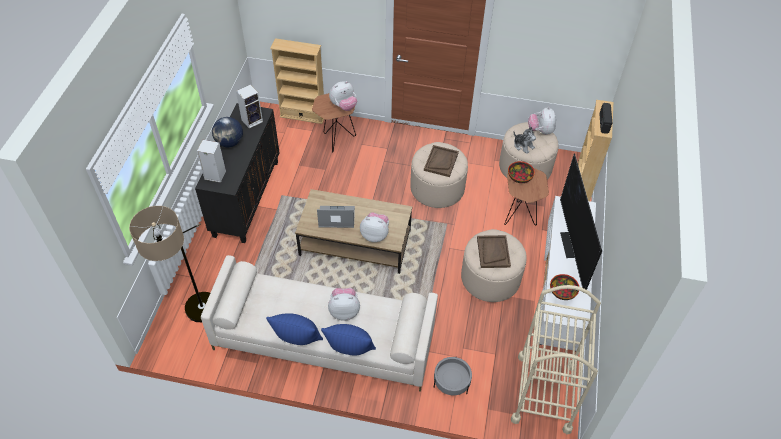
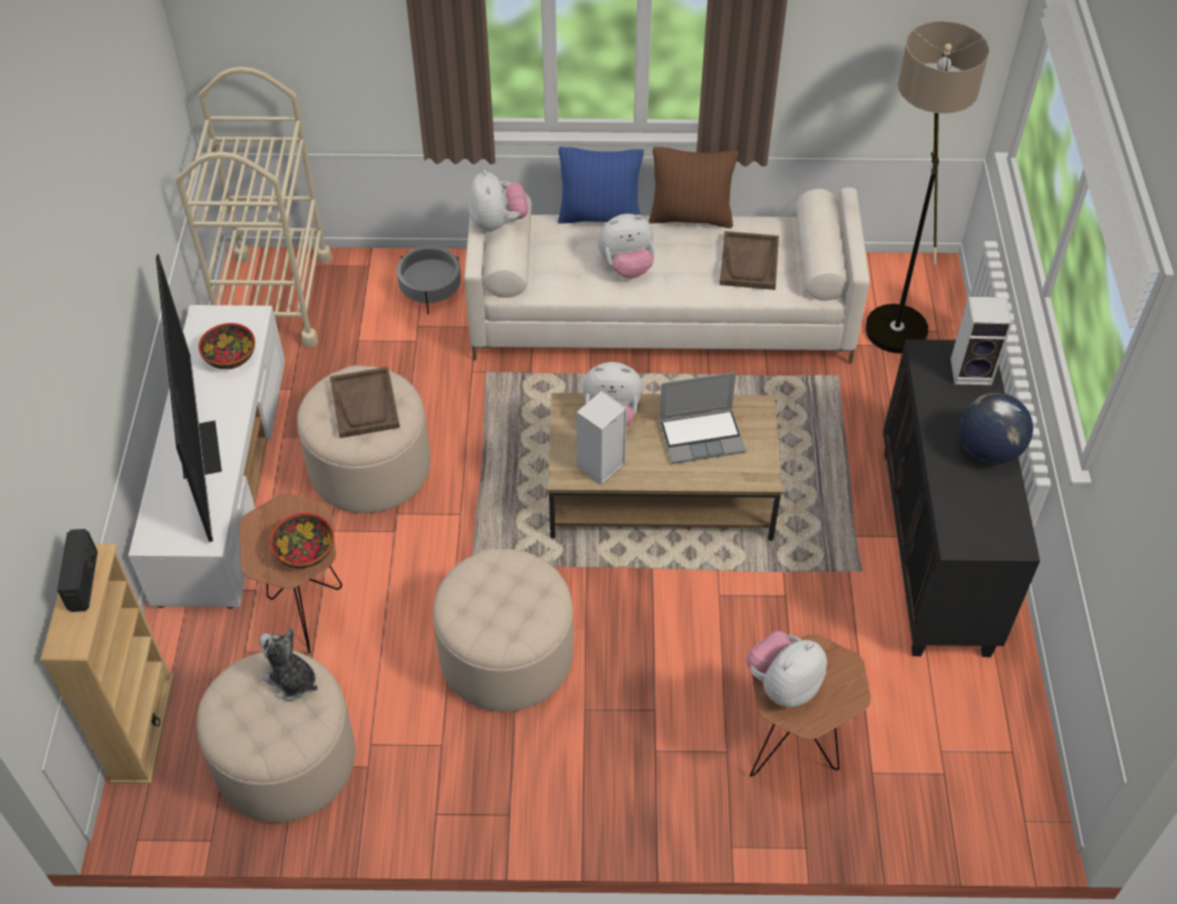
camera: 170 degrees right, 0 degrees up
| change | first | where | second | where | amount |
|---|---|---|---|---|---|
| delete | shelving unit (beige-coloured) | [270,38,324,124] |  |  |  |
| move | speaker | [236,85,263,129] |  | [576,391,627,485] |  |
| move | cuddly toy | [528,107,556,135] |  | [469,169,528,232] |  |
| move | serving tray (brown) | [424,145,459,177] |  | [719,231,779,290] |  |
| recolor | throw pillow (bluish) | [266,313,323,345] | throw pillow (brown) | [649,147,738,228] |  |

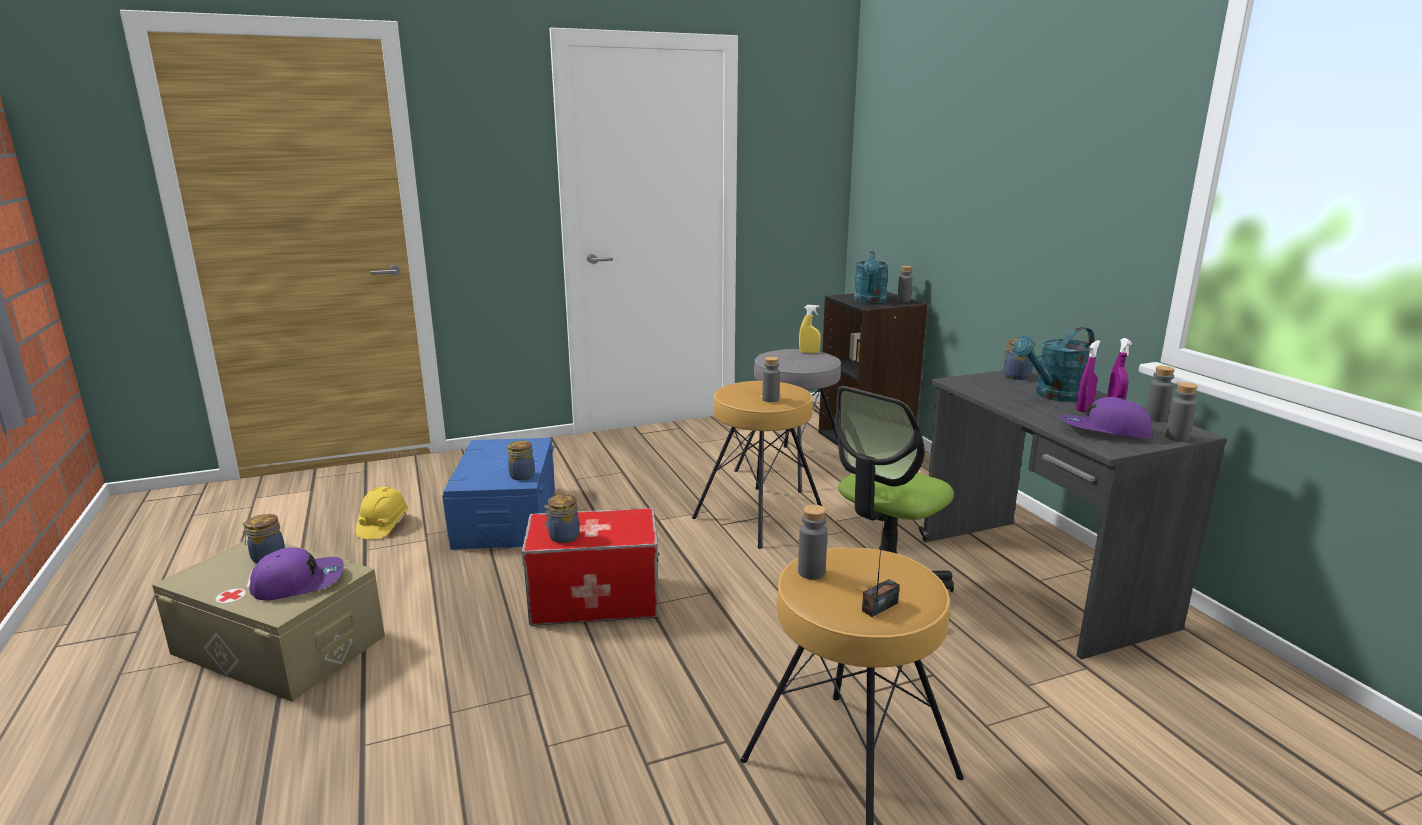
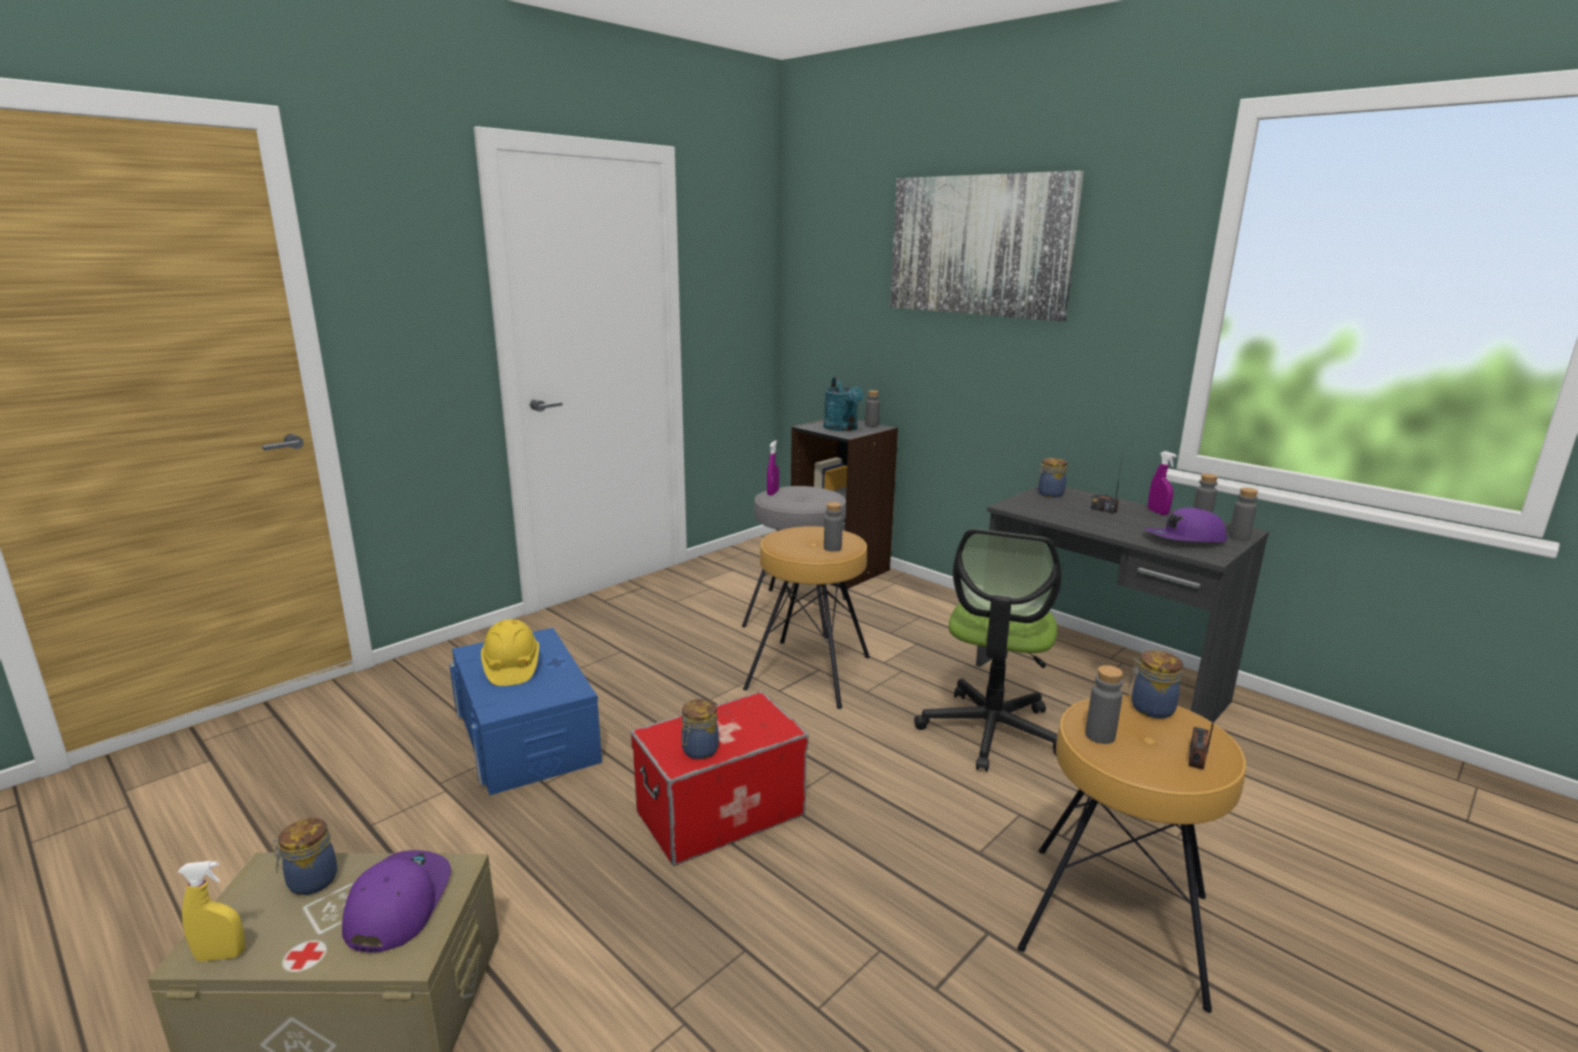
camera: 25 degrees left, 0 degrees up
| change | first | where | second | where | amount |
|---|---|---|---|---|---|
| move | spray bottle (yellow) | [799,305,821,354] |  | [178,861,245,962] |  |
| replace | watering pot (turquoise) | [1013,327,1095,402] | radio set | [1091,453,1123,514] |  |
| move | spray bottle (purplish) | [1076,340,1101,412] |  | [767,440,779,496] |  |
| move | storage jar | [508,441,535,480] |  | [1129,650,1183,719] |  |
| move | safety helmet (yellow) | [356,487,409,540] |  | [481,619,539,686] |  |
| rotate | cap (purplish) | [249,547,344,601] |  | [342,850,451,953] | 45 degrees counterclockwise |
| insert |  |  | wall art | [890,171,1084,322] |  |

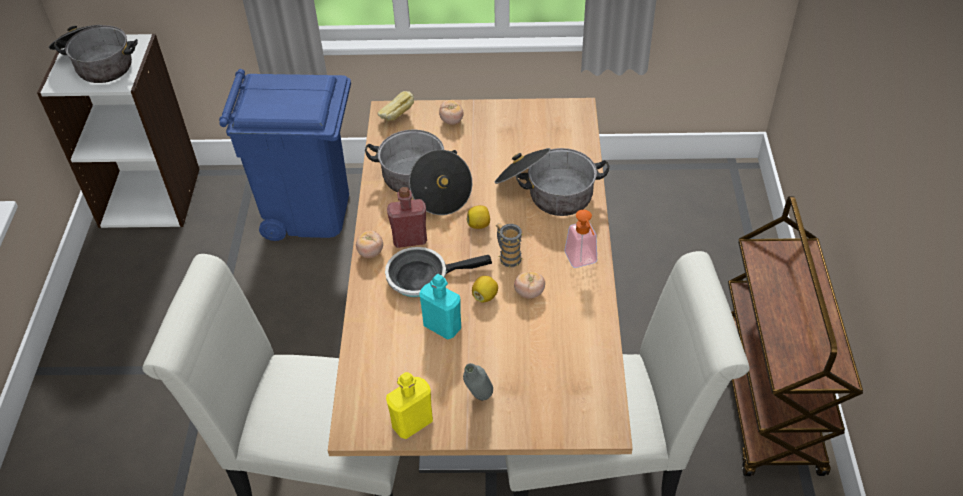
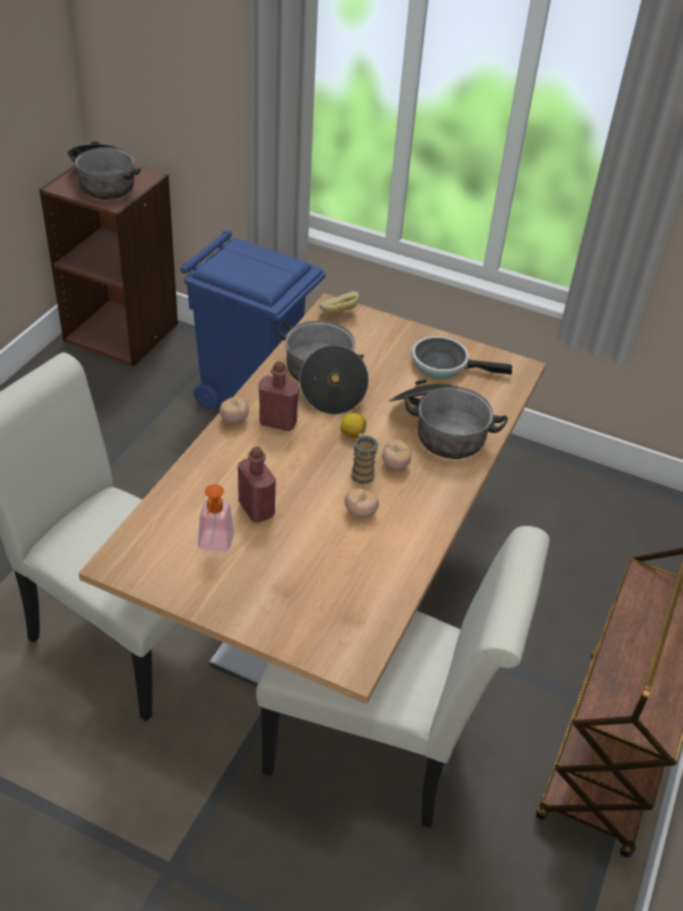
camera: 20 degrees right, 5 degrees down
| change | first | where | second | where | amount |
|---|---|---|---|---|---|
| recolor | shelving unit (whitish) | [37,34,200,228] | shelving unit (brown) | [39,165,178,366] |  |
| move | tomato | [439,100,464,125] |  | [382,440,411,471] |  |
| move | soap dispenser | [565,210,597,268] |  | [198,484,234,552] |  |
| move | skillet | [385,247,492,297] |  | [412,336,512,378] |  |
| recolor | bottle (turquoise) | [419,274,461,340] | bottle (reddish) | [238,446,276,523] |  |
| delete | whole lemon | [472,276,498,303] |  |  |  |
| delete | bottle (gray) | [463,363,493,400] |  |  |  |
| delete | bottle (yellow) | [386,372,433,439] |  |  |  |

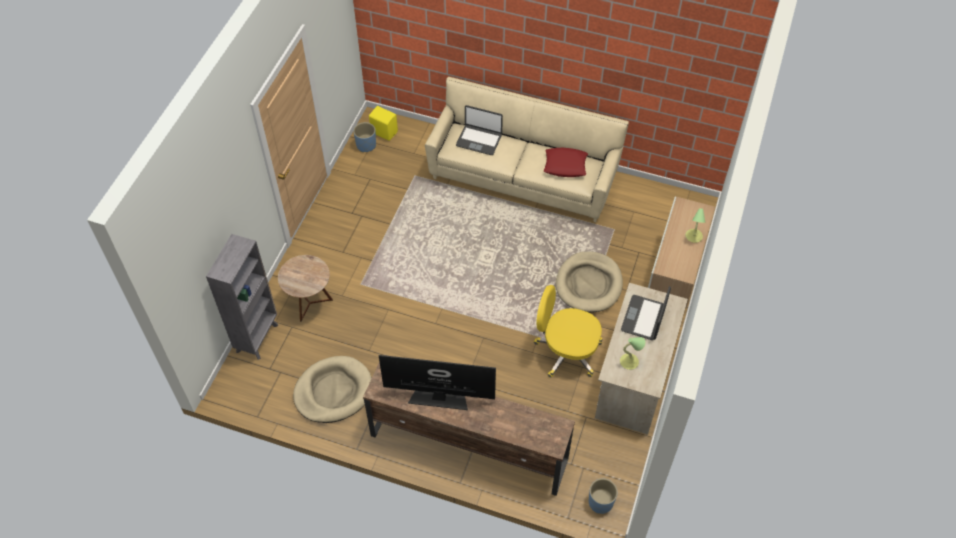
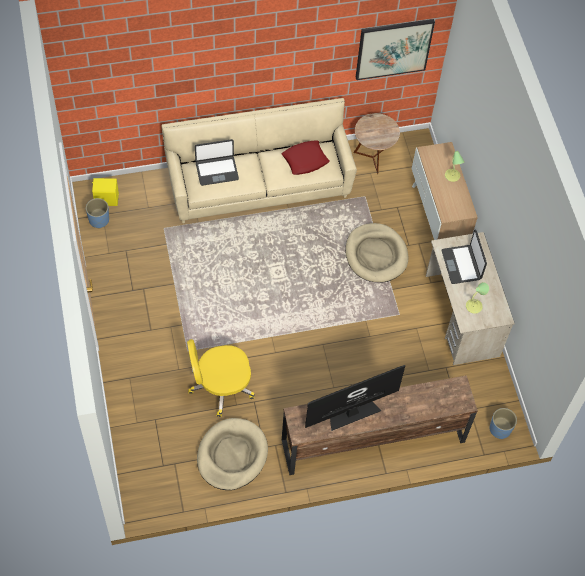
camera: 35 degrees left, 5 degrees up
| change | first | where | second | where | amount |
|---|---|---|---|---|---|
| delete | shelving unit (gray) | [206,234,278,360] |  |  |  |
| move | side table (brown) | [278,255,333,322] |  | [353,113,400,174] |  |
| move | computer chair (yellow) | [534,285,602,378] |  | [187,339,255,417] |  |
| insert |  |  | wall art | [356,19,435,80] |  |

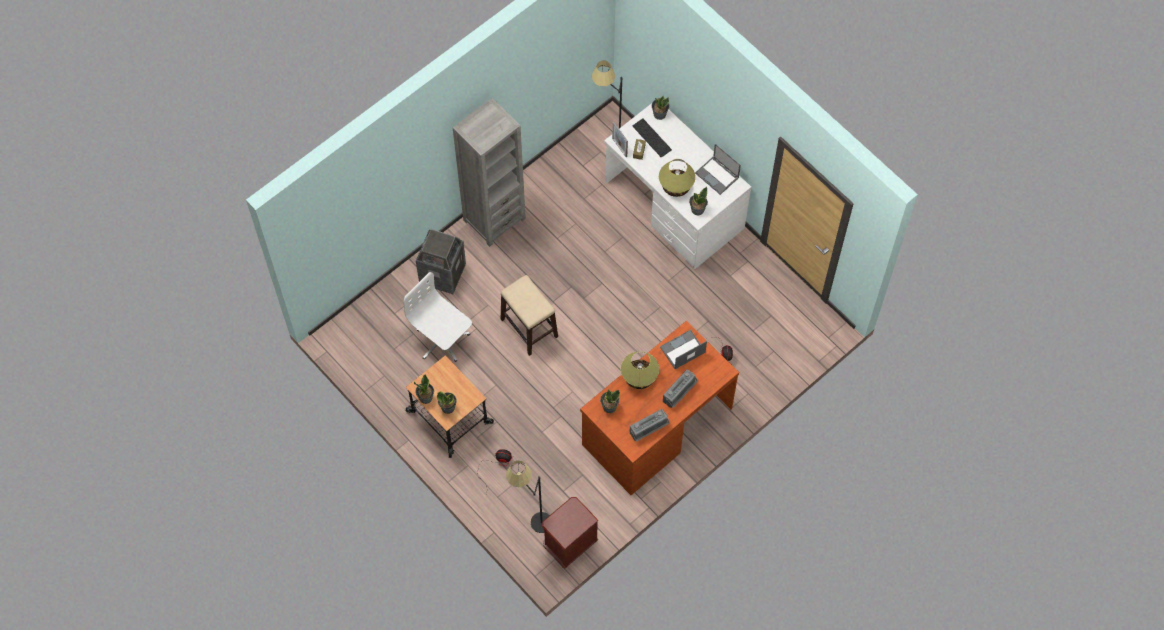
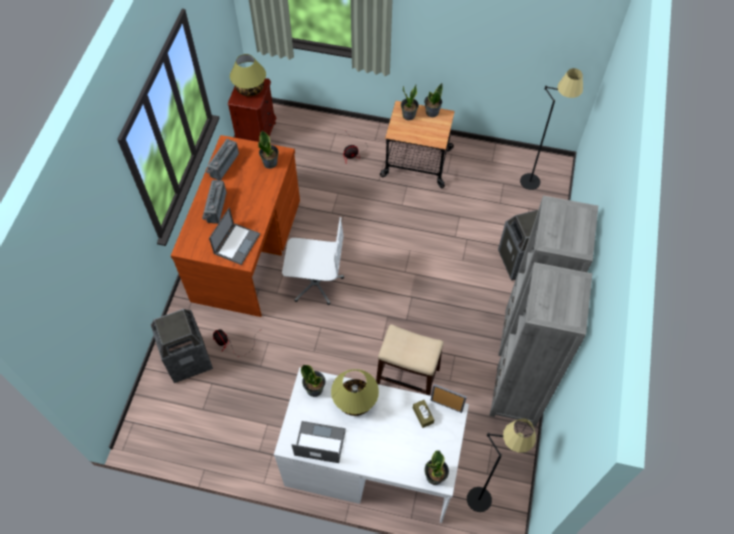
camera: 145 degrees right, 5 degrees down
| change | first | where | second | where | amount |
|---|---|---|---|---|---|
| delete | computer keyboard | [632,118,672,158] |  |  |  |
| move | computer chair (whitish) | [404,272,472,362] |  | [282,217,344,305] |  |
| move | sitting stool | [501,275,558,356] |  | [376,324,444,395] |  |
| move | tabletop lamp | [621,351,659,389] |  | [230,54,266,96] |  |
| move | floor lamp (black-coloured) | [506,461,550,533] |  | [520,68,583,190] |  |
| insert |  |  | shelving unit (gray) | [489,262,592,426] |  |
| insert |  |  | rubbish bin | [150,309,213,383] |  |

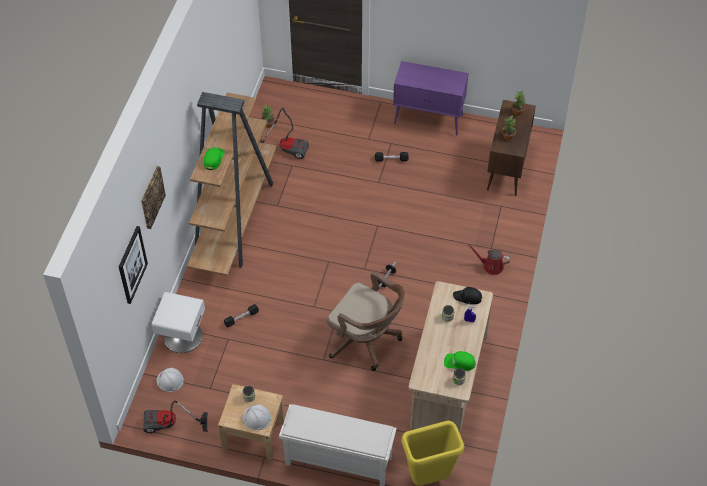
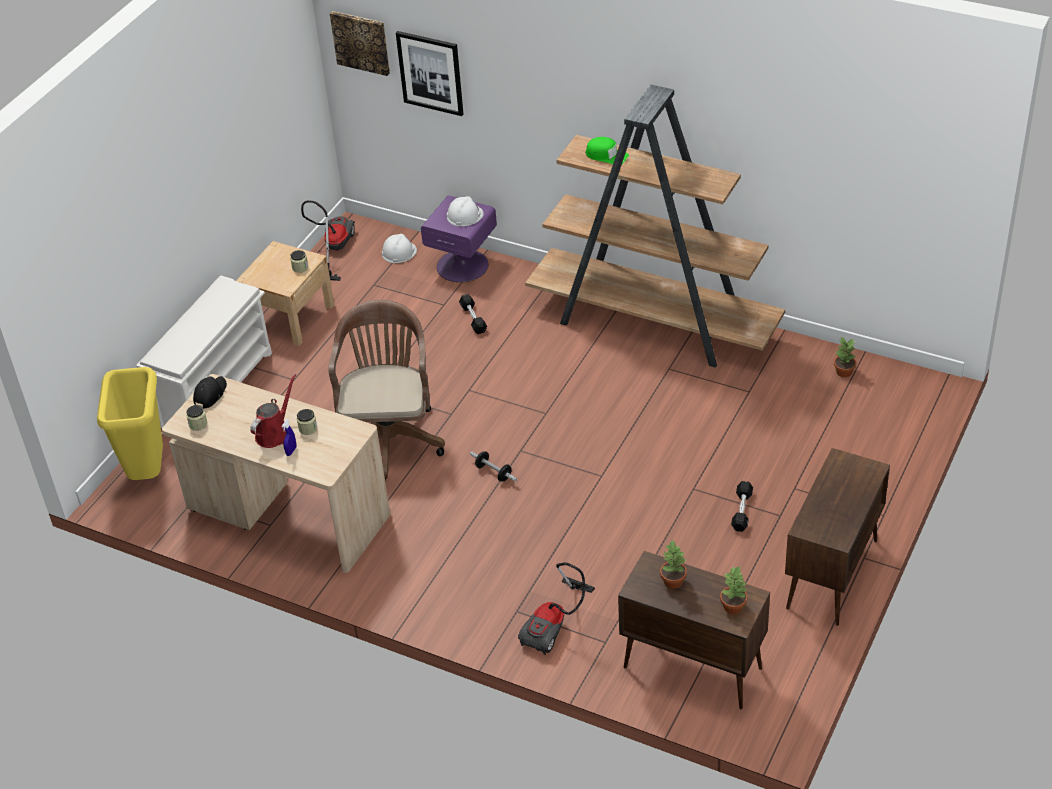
camera: 105 degrees right, 10 degrees down
| change | first | where | second | where | amount |
|---|---|---|---|---|---|
| recolor | storage cabinet (purplish) | [393,61,468,135] | storage cabinet (brown) | [785,448,890,626] |  |
| move | vacuum | [260,107,309,159] |  | [518,562,595,655] |  |
| move | wall art | [141,166,166,229] |  | [330,11,390,76] |  |
| move | watering pot (reddish) | [468,244,510,275] |  | [250,374,296,448] |  |
| rotate | computer chair (brown) | [327,272,405,371] |  | [328,300,445,481] | 135 degrees clockwise |
| move | cap (black-coloured) | [453,287,482,304] |  | [193,376,227,409] |  |
| recolor | nightstand (whitish) | [152,292,205,353] | nightstand (purplish) | [421,196,497,282] |  |
| delete | cap (green-coloured) | [444,351,475,371] |  |  |  |
| move | safety helmet (whitish) | [243,404,271,430] |  | [447,196,484,226] |  |

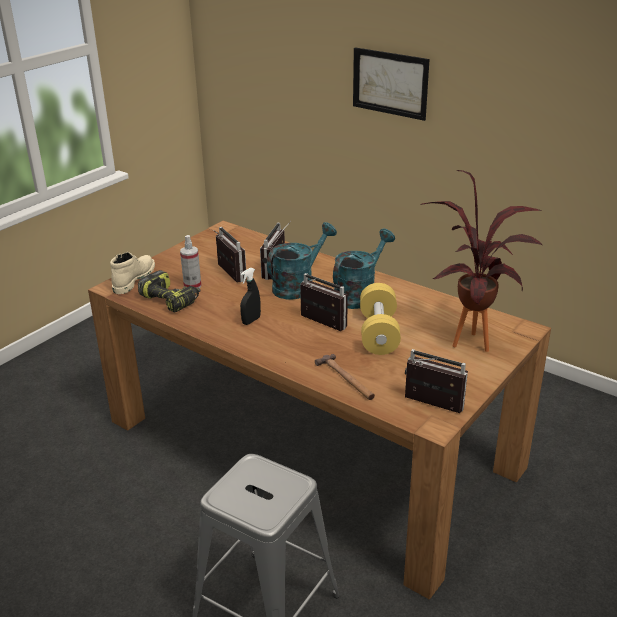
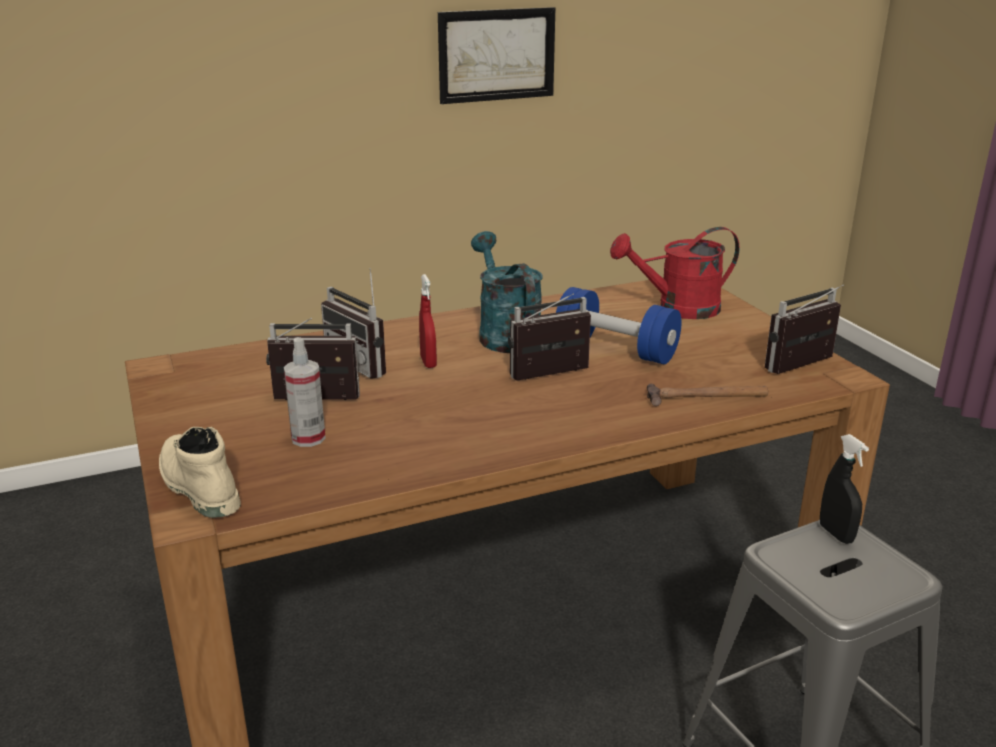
camera: 60 degrees left, 5 degrees down
| change | first | where | second | where | amount |
|---|---|---|---|---|---|
| move | wall art | [353,47,430,121] |  | [438,7,555,104] |  |
| replace | houseplant | [420,170,542,352] | watering pot (reddish) | [610,227,740,319] |  |
| replace | watering pot (turquoise) | [267,222,337,300] | spray bottle (reddish) | [419,274,437,368] |  |
| move | spray bottle (black-coloured) | [240,268,261,325] |  | [820,434,869,544] |  |
| delete | electric drill | [138,270,200,313] |  |  |  |
| recolor | free weight (yellow) | [360,283,401,355] | free weight (bluish) | [556,287,681,364] |  |

